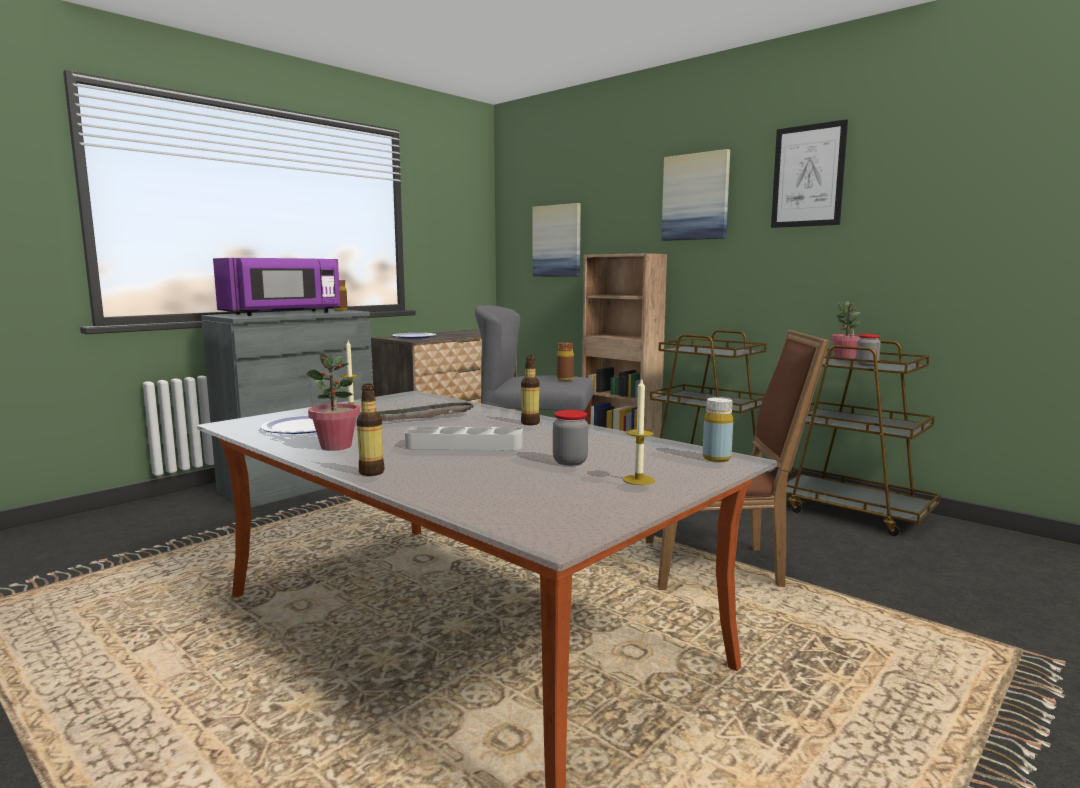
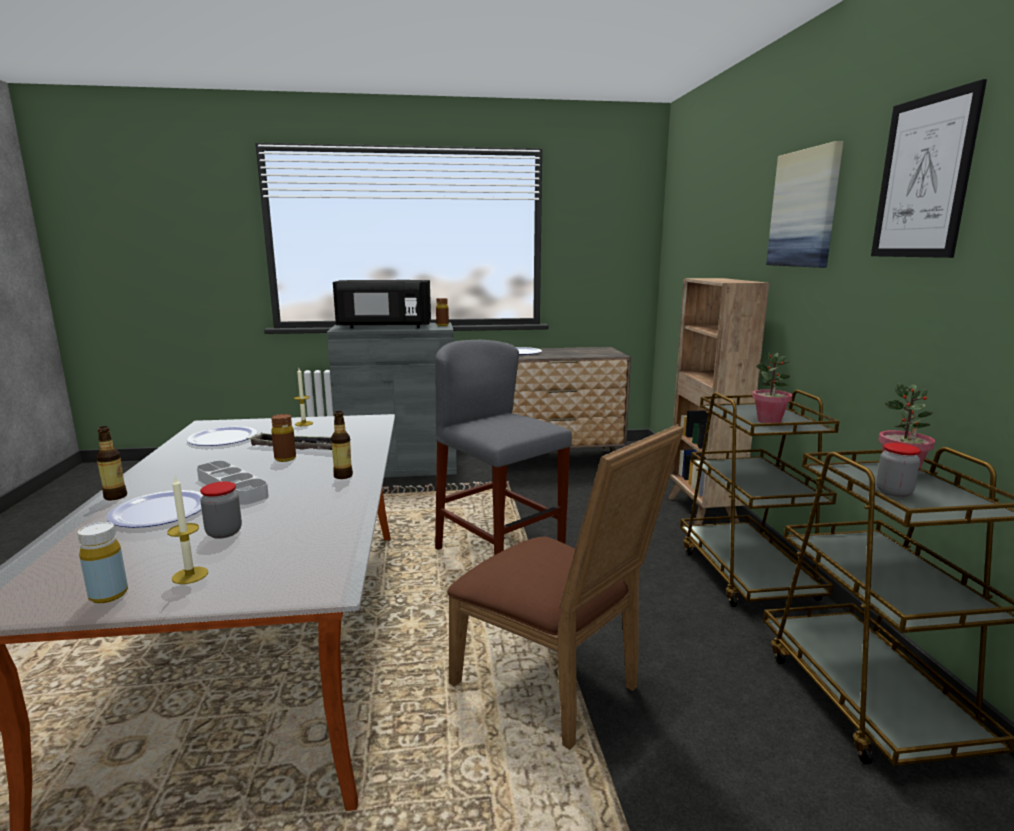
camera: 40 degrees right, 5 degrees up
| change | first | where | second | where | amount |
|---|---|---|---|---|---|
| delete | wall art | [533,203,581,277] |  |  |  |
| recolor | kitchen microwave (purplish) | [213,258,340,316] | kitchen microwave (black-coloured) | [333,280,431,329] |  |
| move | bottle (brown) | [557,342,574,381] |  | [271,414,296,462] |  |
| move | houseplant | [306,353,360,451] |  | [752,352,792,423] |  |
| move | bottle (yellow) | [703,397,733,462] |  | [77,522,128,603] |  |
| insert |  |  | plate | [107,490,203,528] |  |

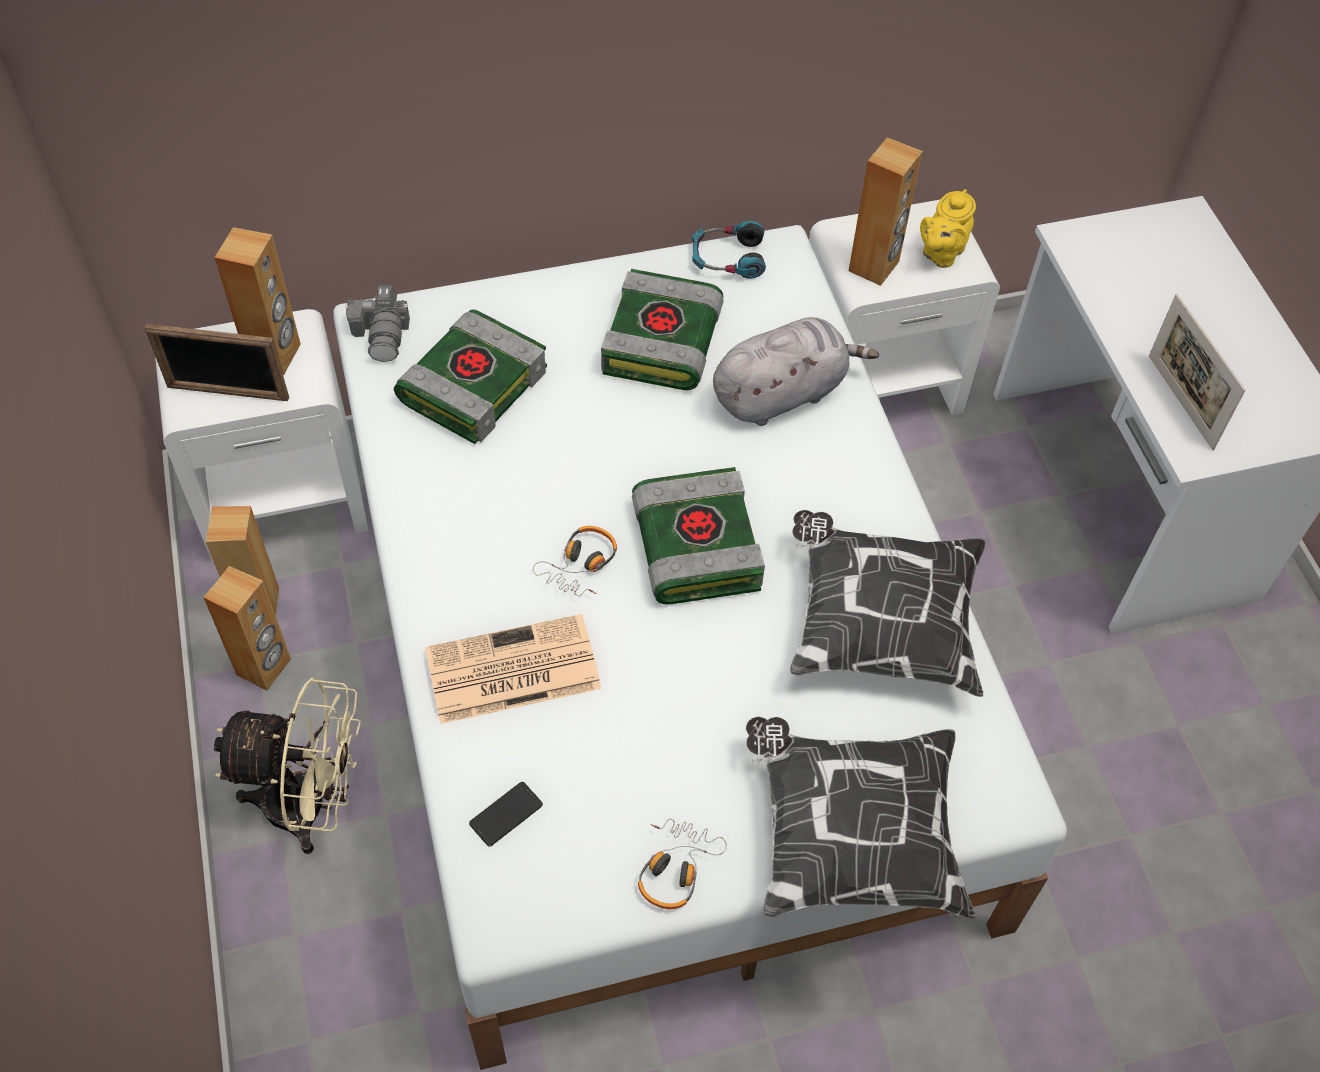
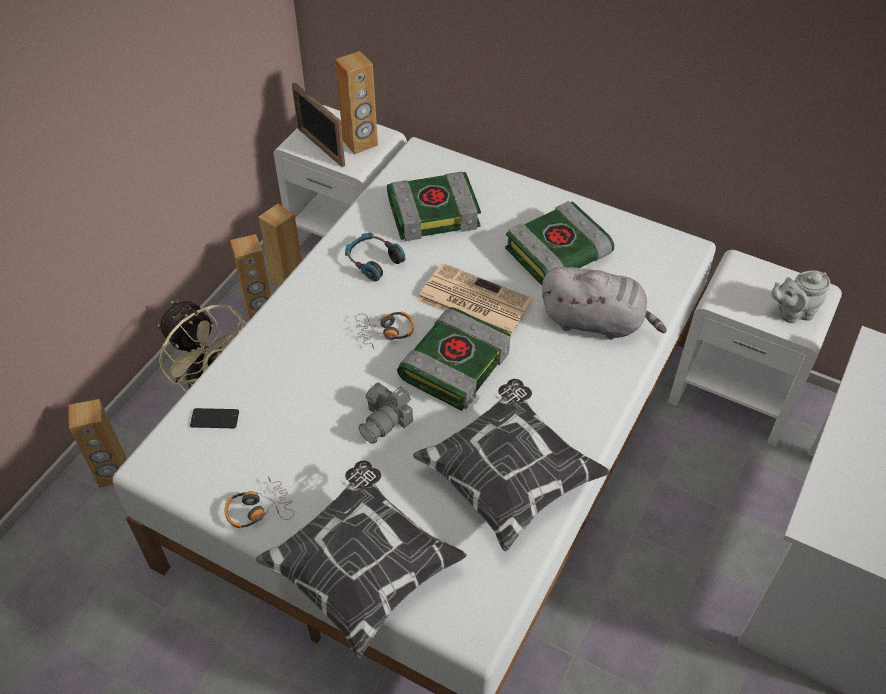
camera: 45 degrees right, 5 degrees down
| change | first | where | second | where | amount |
|---|---|---|---|---|---|
| move | speaker (brown) | [849,137,923,286] |  | [68,399,127,488] |  |
| recolor | tea pot (yellow) | [920,189,976,268] | tea pot (gray) | [771,270,831,323] |  |
| move | headphones | [692,221,766,279] |  | [345,233,405,281] |  |
| move | still camera | [345,285,410,362] |  | [358,382,413,444] |  |
| delete | picture frame | [1149,294,1246,450] |  |  |  |
| move | daily paper | [425,614,601,724] |  | [417,263,534,335] |  |

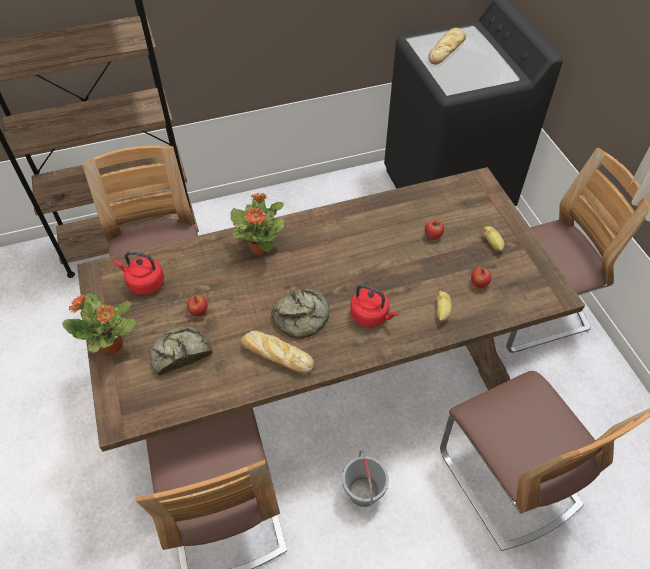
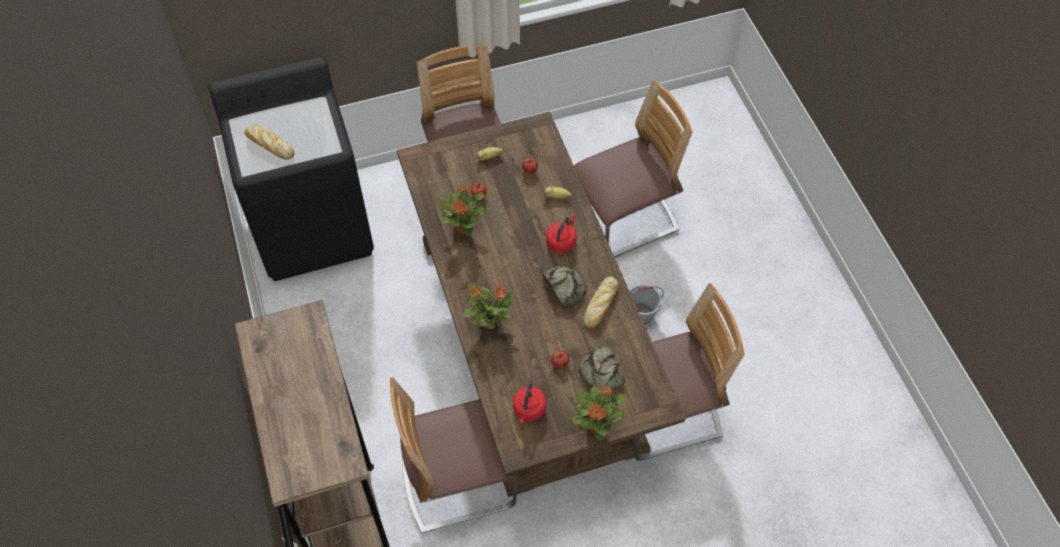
camera: 90 degrees left, 5 degrees up
| change | first | where | second | where | amount |
|---|---|---|---|---|---|
| insert |  |  | houseplant | [440,185,485,235] |  |

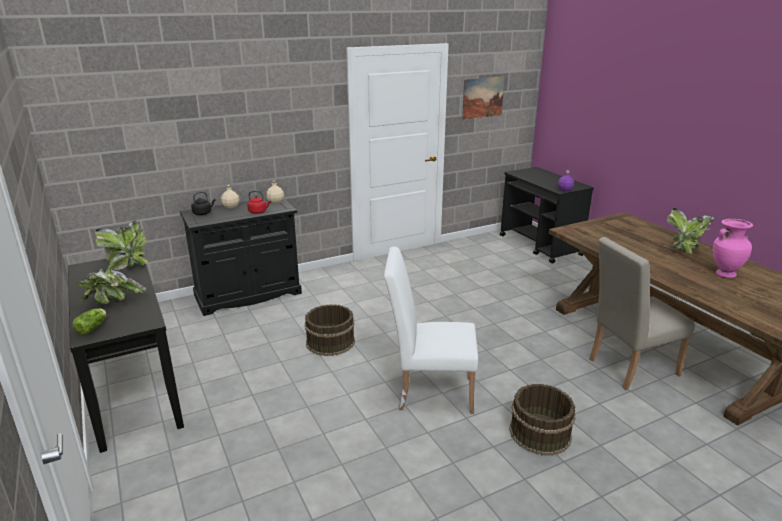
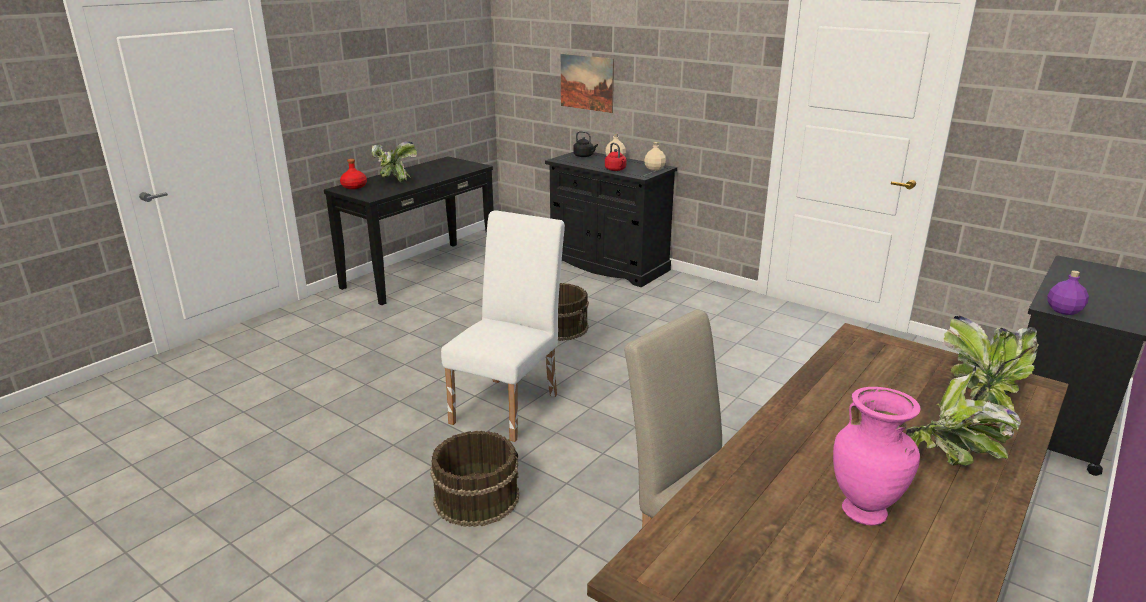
camera: 65 degrees right, 0 degrees up
| change | first | where | second | where | amount |
|---|---|---|---|---|---|
| move | wall art | [462,76,505,120] |  | [561,54,614,113] |  |
| move | houseplant | [95,221,148,266] |  | [944,316,1039,411] |  |
| rotate | upright chair (whitish) | [384,247,478,414] |  | [441,210,565,442] | 45 degrees clockwise |
| replace | lettuce | [72,309,106,335] | bottle (reddish) | [340,159,367,189] |  |

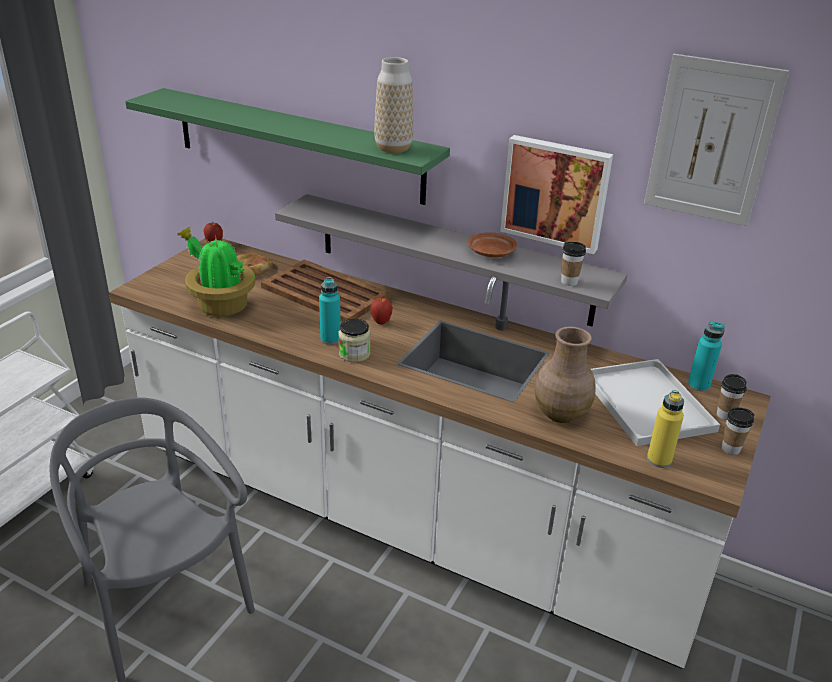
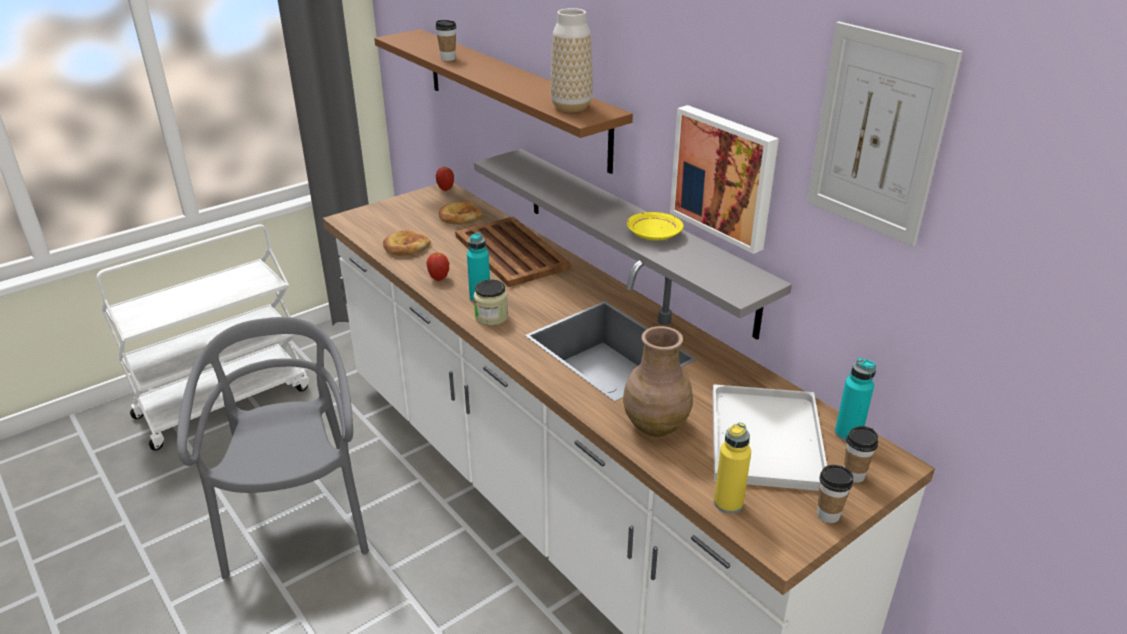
camera: 25 degrees right, 0 degrees up
| change | first | where | second | where | amount |
|---|---|---|---|---|---|
| recolor | shelf (green-coloured) | [125,88,450,205] | shelf (brown) | [374,29,633,174] |  |
| replace | houseplant | [178,227,255,317] | bakery bread | [383,230,431,256] |  |
| recolor | plate (brown) | [467,232,517,258] | plate (yellow) | [627,212,684,241] |  |
| move | cup | [561,242,586,286] |  | [435,20,457,61] |  |
| move | apple | [370,298,393,325] |  | [426,253,449,281] |  |

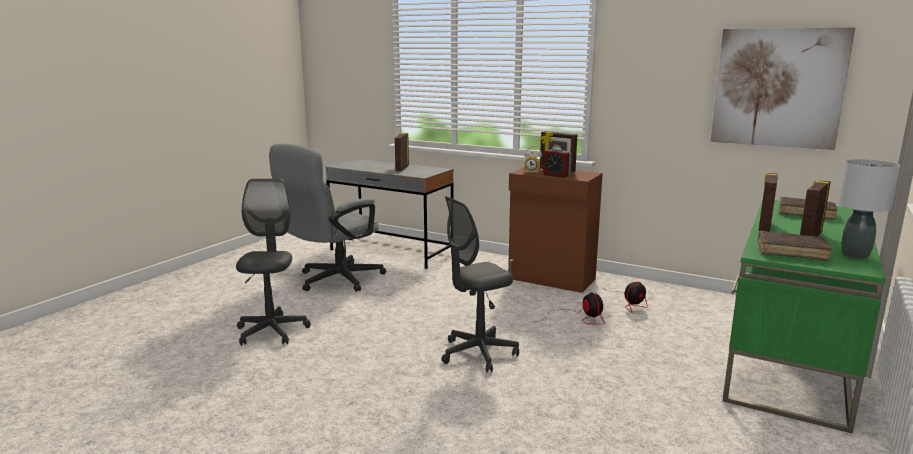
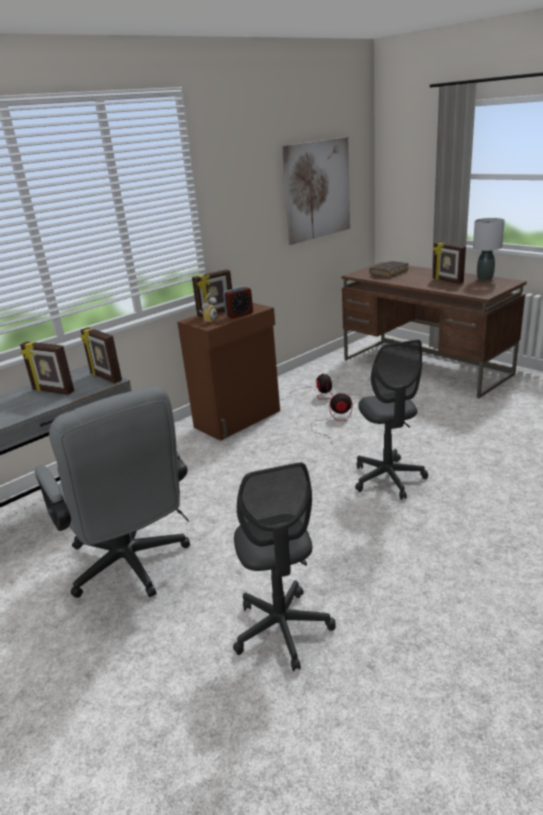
camera: 70 degrees left, 10 degrees up
| change | first | where | second | where | amount |
|---|---|---|---|---|---|
| move | picture frame | [758,173,778,232] |  | [80,327,122,383] |  |
| rotate | computer chair (gray) | [236,179,311,346] |  | [233,462,336,671] | 120 degrees counterclockwise |
| recolor | desk (green-coloured) | [722,199,886,434] | desk (brown) | [341,262,527,398] |  |
| delete | bound book (brown) | [758,231,832,261] |  |  |  |

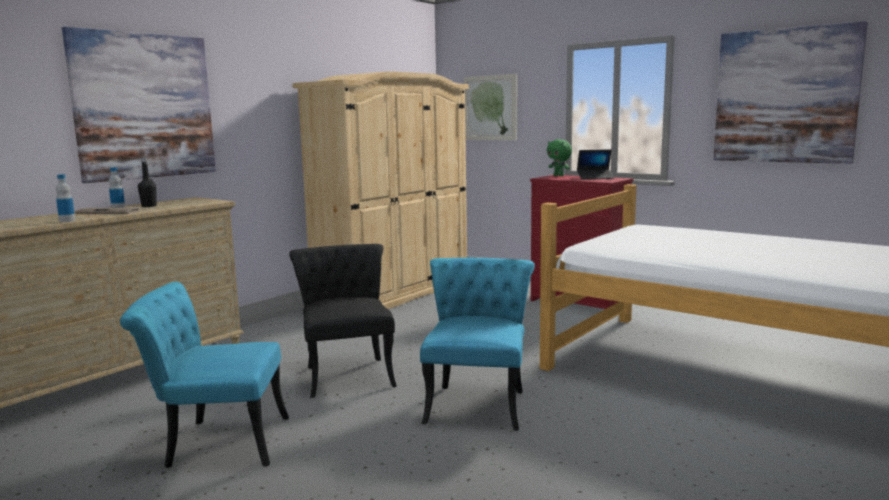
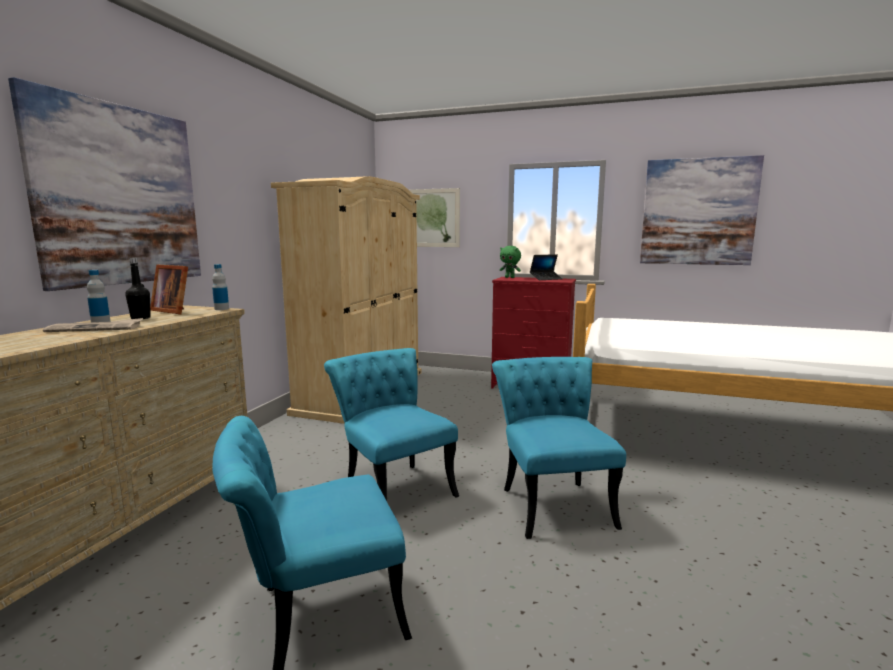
camera: 20 degrees left, 0 degrees up
| change | first | where | second | where | amount |
|---|---|---|---|---|---|
| move | bottle | [56,174,75,222] |  | [212,264,229,310] |  |
| recolor | upright chair (black-coloured) | [289,244,397,398] | upright chair (turquoise) | [324,348,459,501] |  |
| insert |  |  | picture frame | [150,265,188,314] |  |

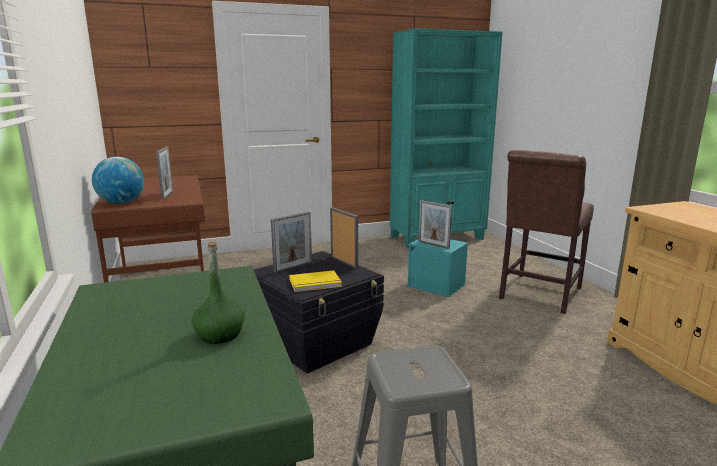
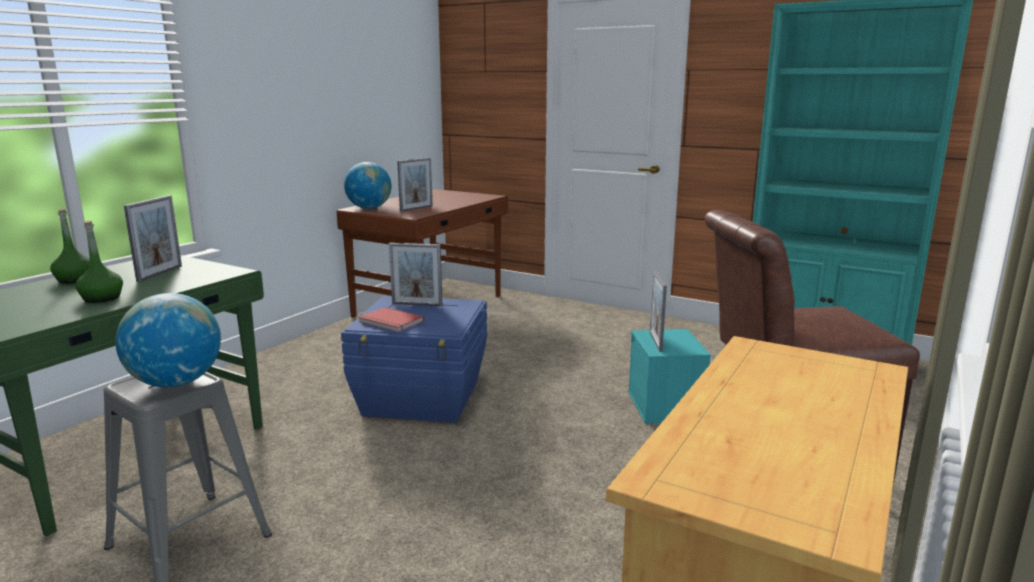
camera: 50 degrees right, 0 degrees up
| change | first | where | second | where | amount |
|---|---|---|---|---|---|
| move | picture frame | [330,207,358,269] |  | [124,195,182,282] |  |
| recolor | storage container (black-coloured) | [254,251,384,374] | storage container (bluish) | [341,296,487,423] |  |
| recolor | bound book (yellow) | [289,270,342,292] | bound book (reddish) | [359,307,424,332] |  |
| insert |  |  | bottle (green-coloured) | [50,208,90,284] |  |
| insert |  |  | globe | [116,293,221,387] |  |

